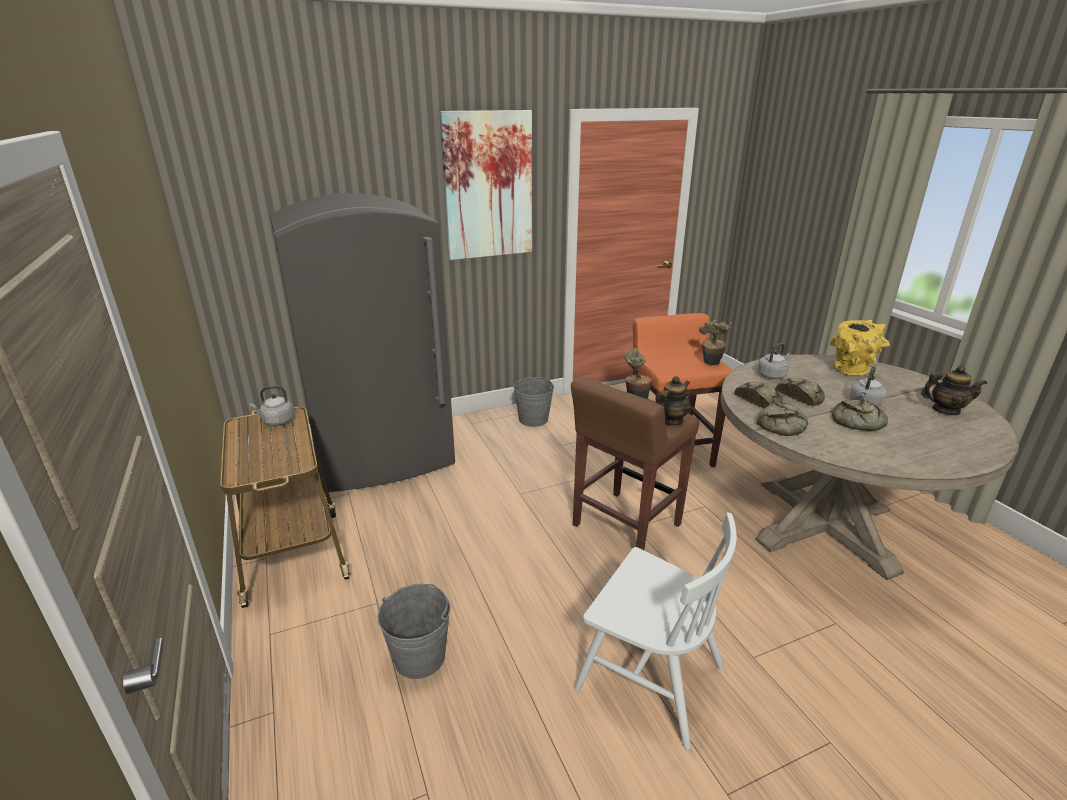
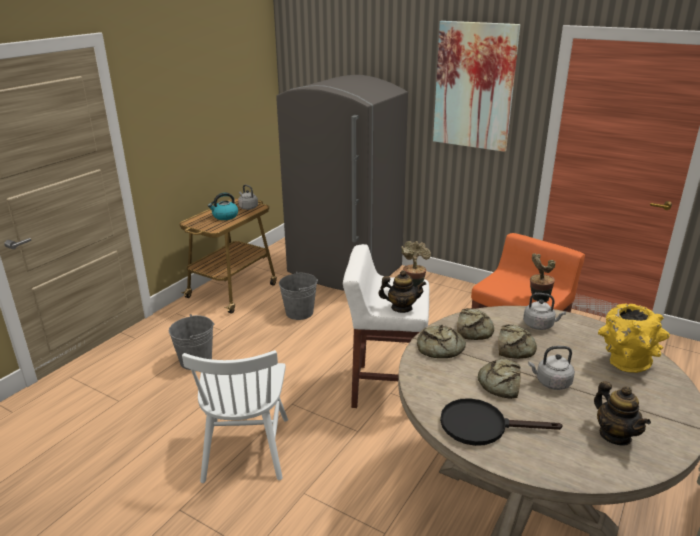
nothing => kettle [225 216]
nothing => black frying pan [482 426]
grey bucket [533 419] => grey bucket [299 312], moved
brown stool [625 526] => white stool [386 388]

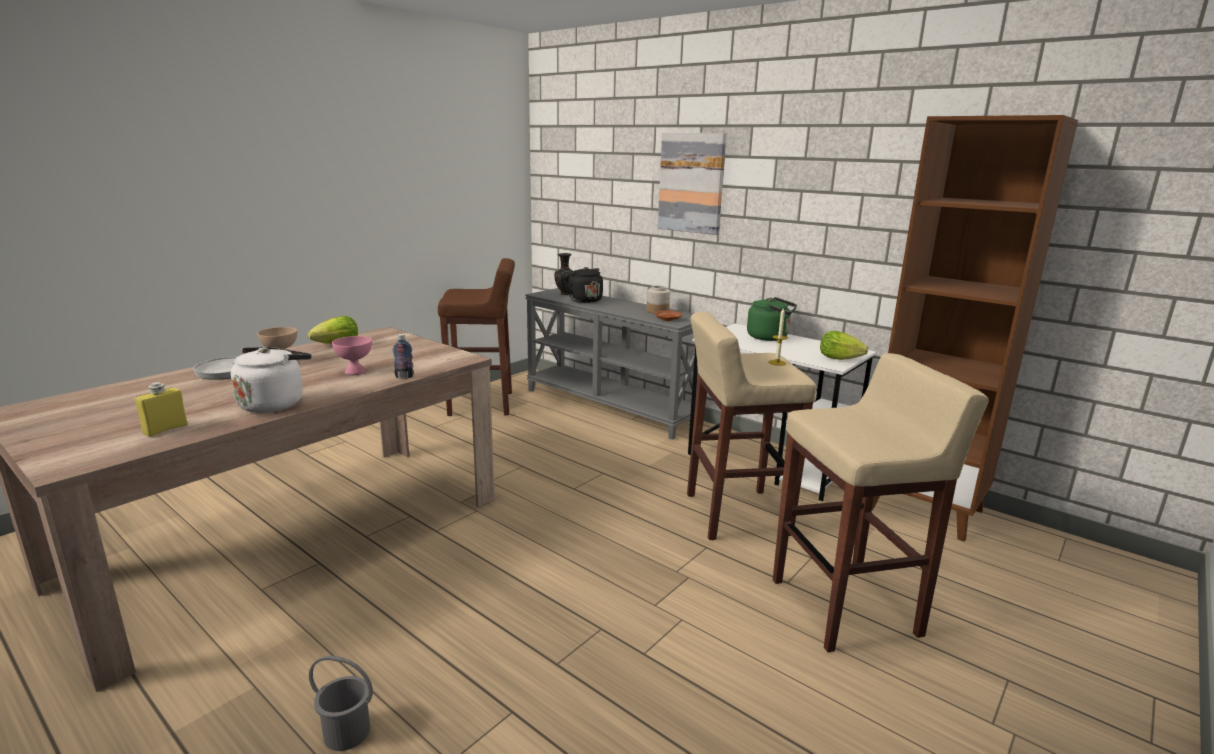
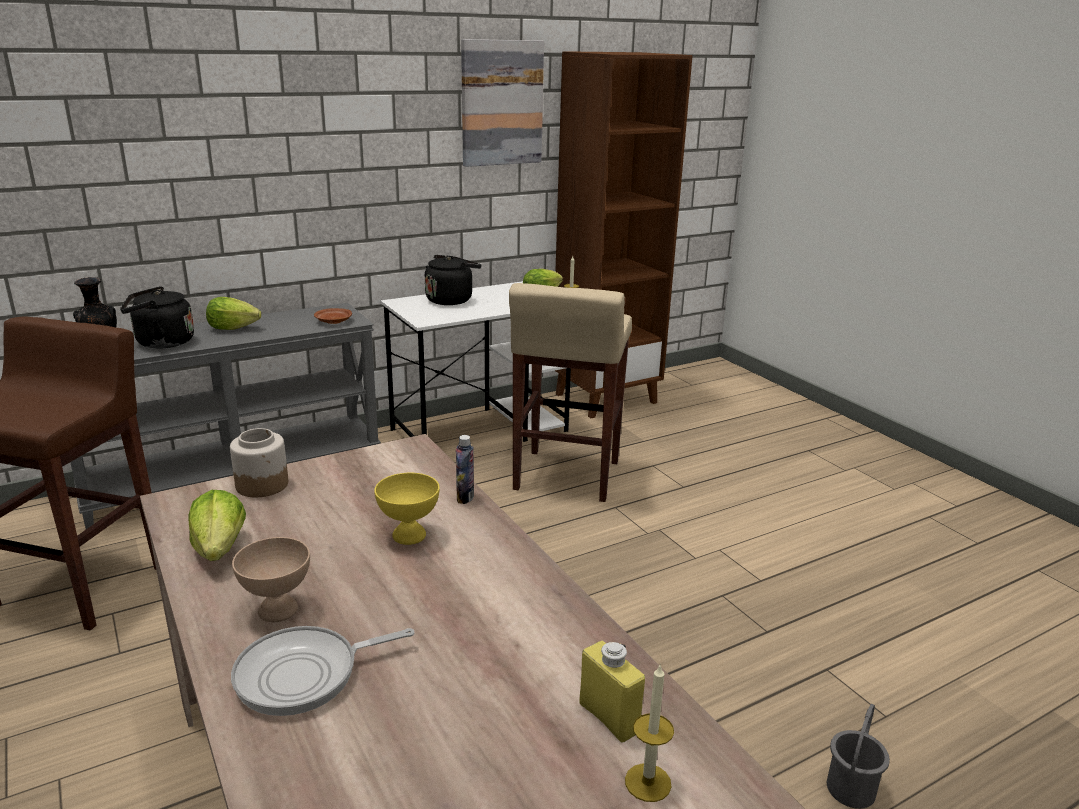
white kettle [274 403] => nothing
beige stool [846 607] => nothing
nothing => lettuce [232 328]
nothing => candle [648 782]
jar [658 311] => jar [262 484], moved
picture [691 183] => picture [501 103], moved
pink bowl [355 371] => yellow bowl [408 535]
green kettle [770 337] => black kettle [451 300]

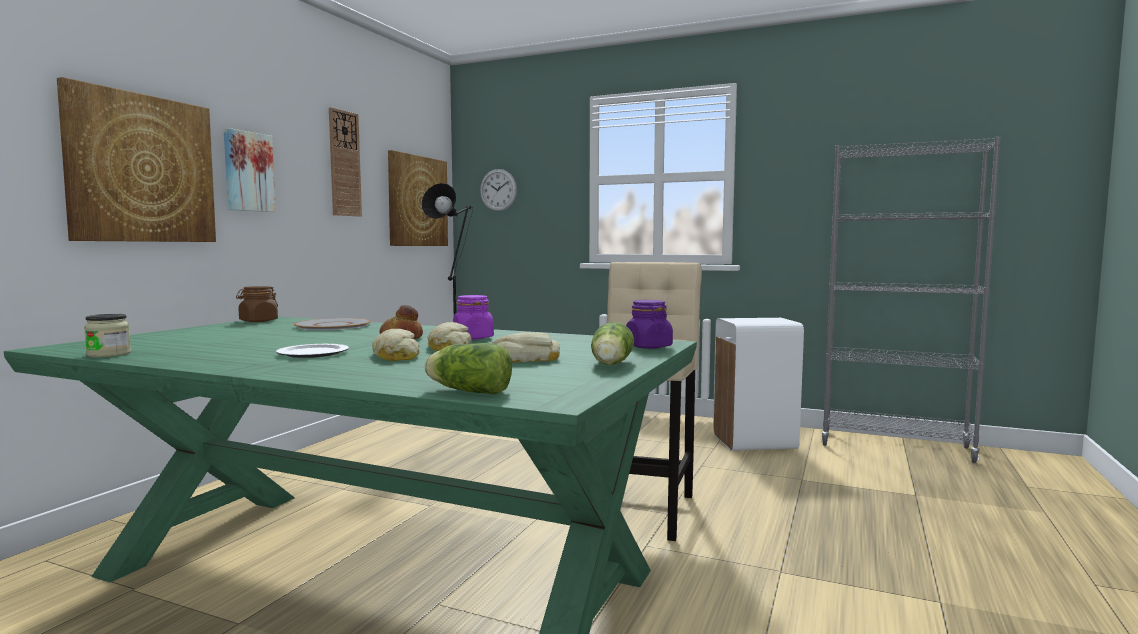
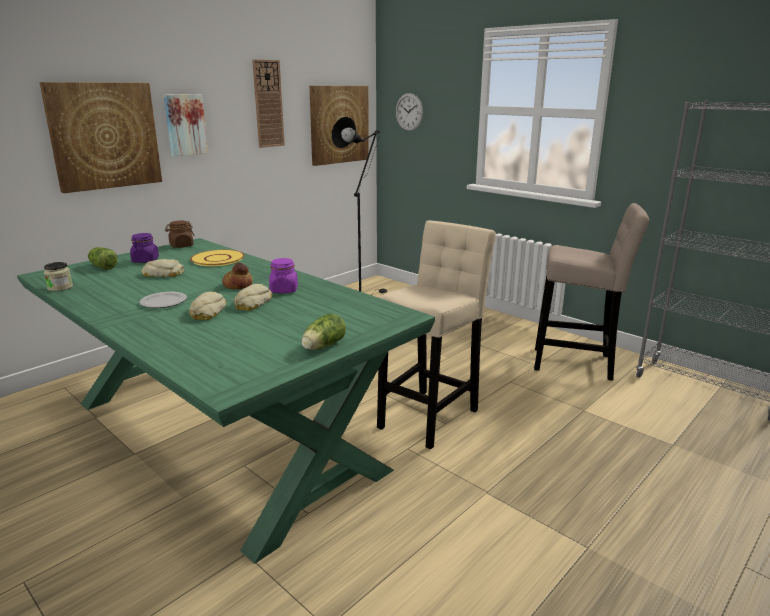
lettuce [467 391] => lettuce [102 267], moved
bread [523 359] => bread [163 273], moved
purple jar [648 346] => purple jar [145 260], moved
white trash can [755 442] => beige stool [577 364]
grey plate [332 326] => yellow plate [217 259]

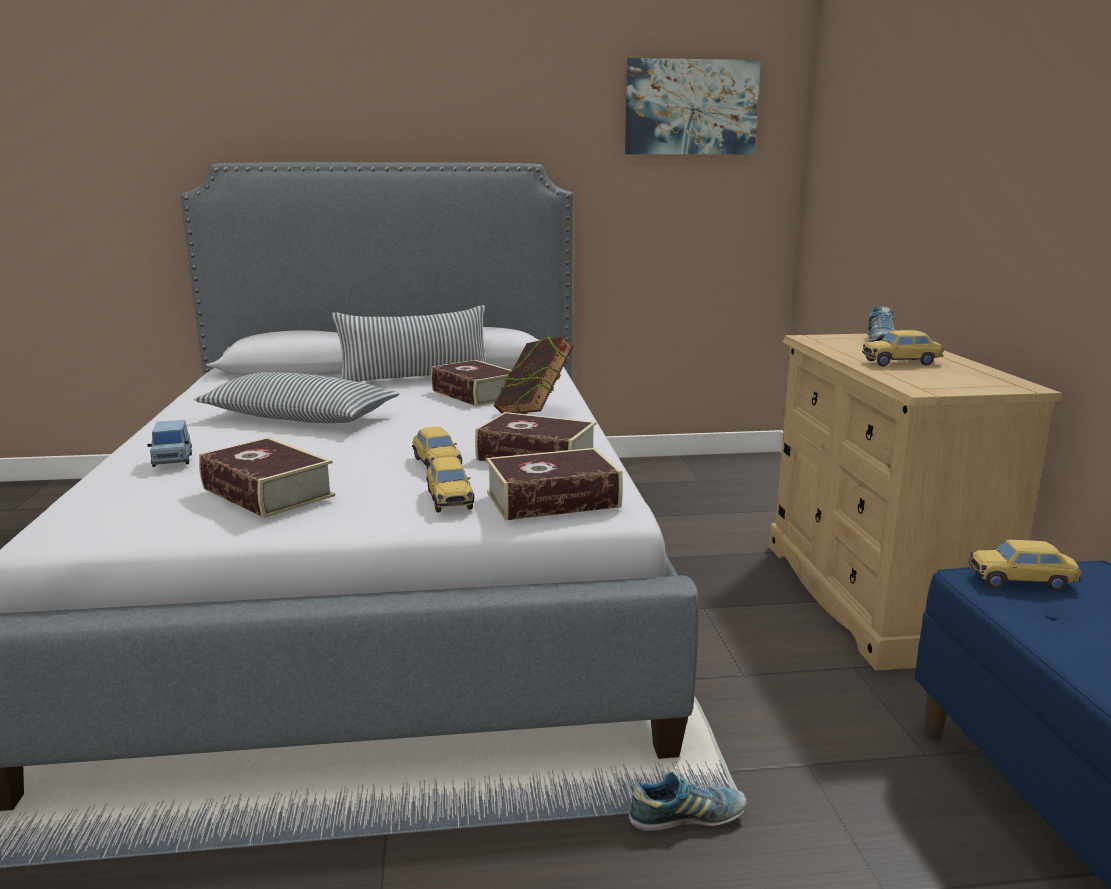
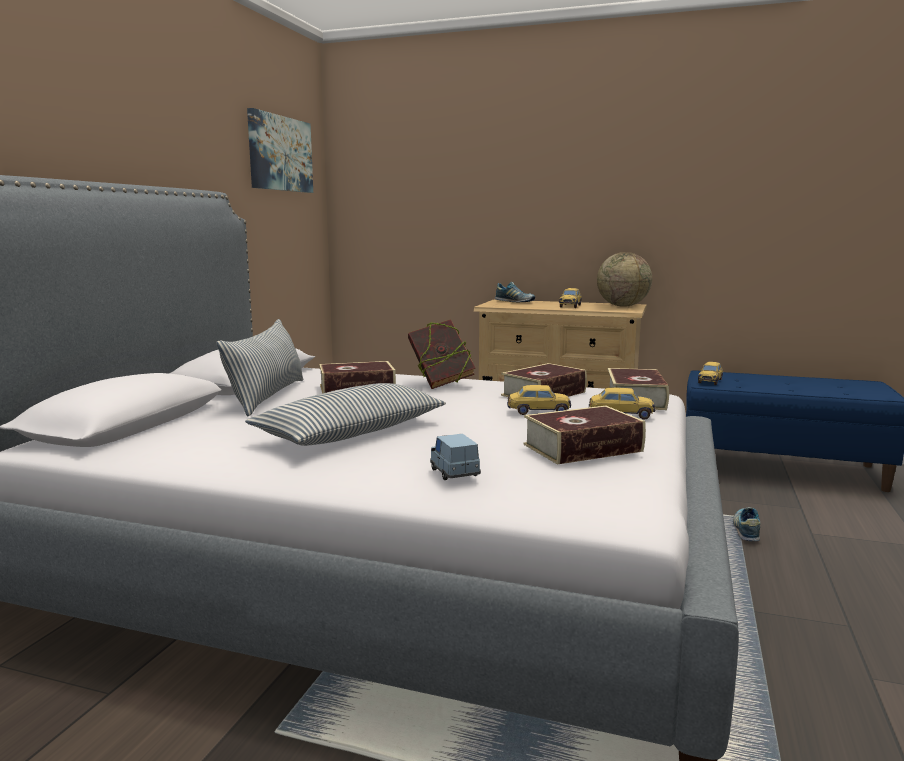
nothing => globe [622 306]
blue toy car [172 460] => blue toy car [454 473], 120 degrees counterclockwise

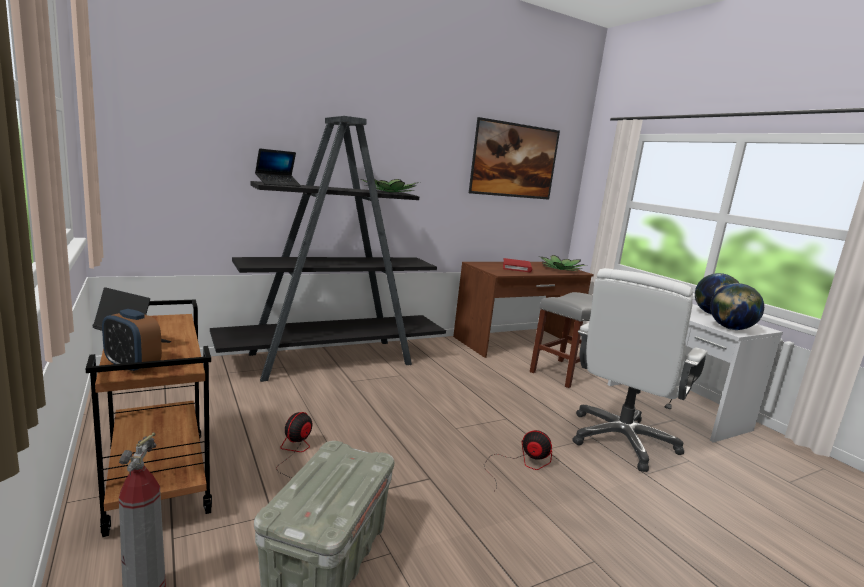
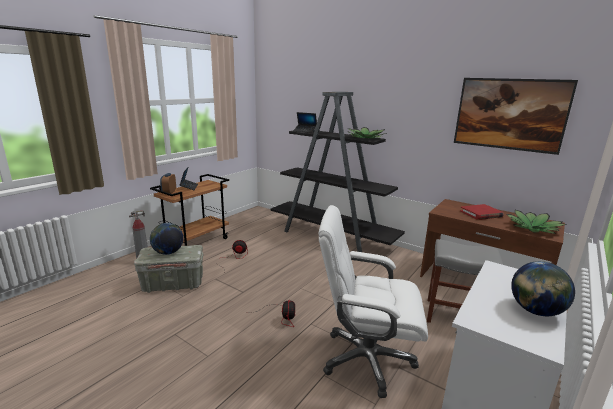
globe [730 328] => globe [168 253], moved

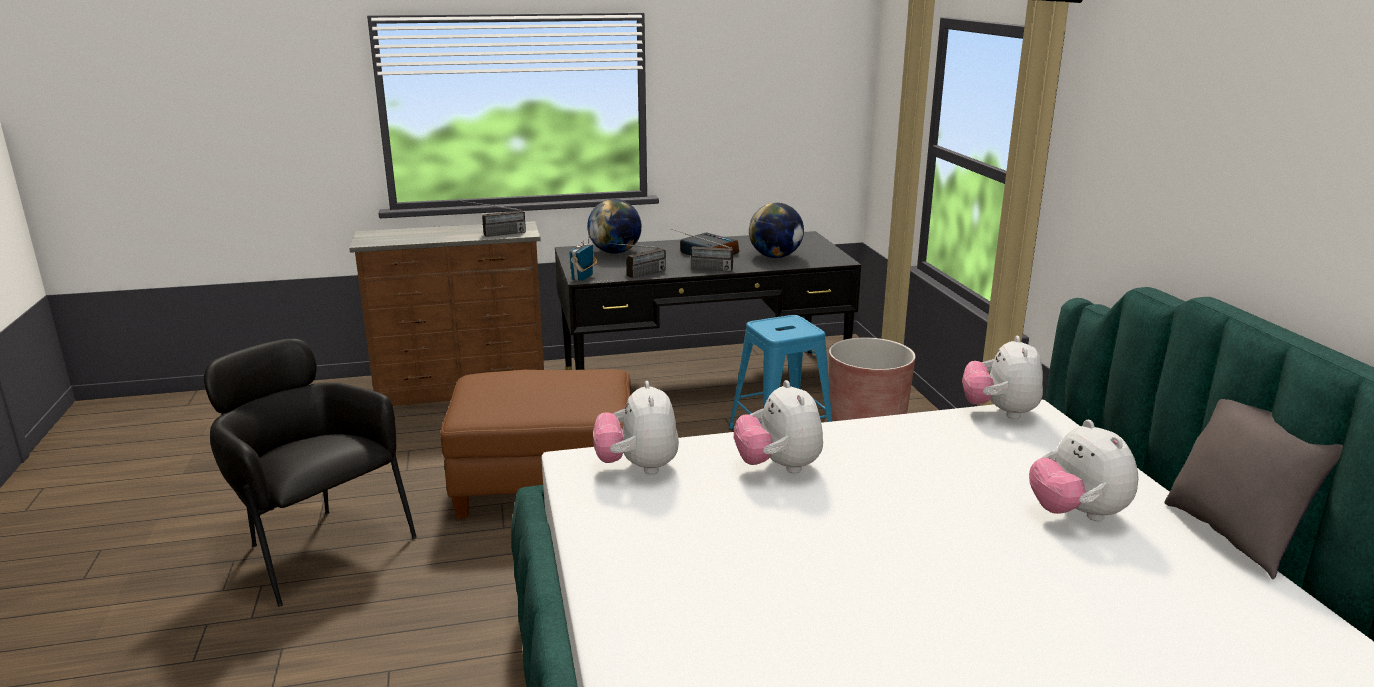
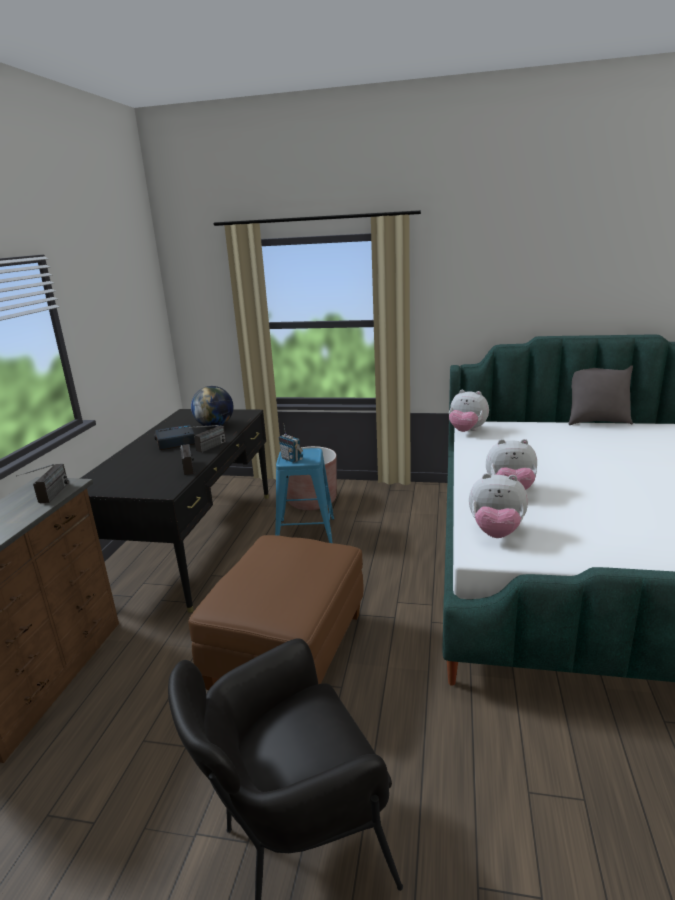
globe [615 252] => nothing
plush toy [1076 514] => nothing
radio [583 277] => radio [291 459], moved

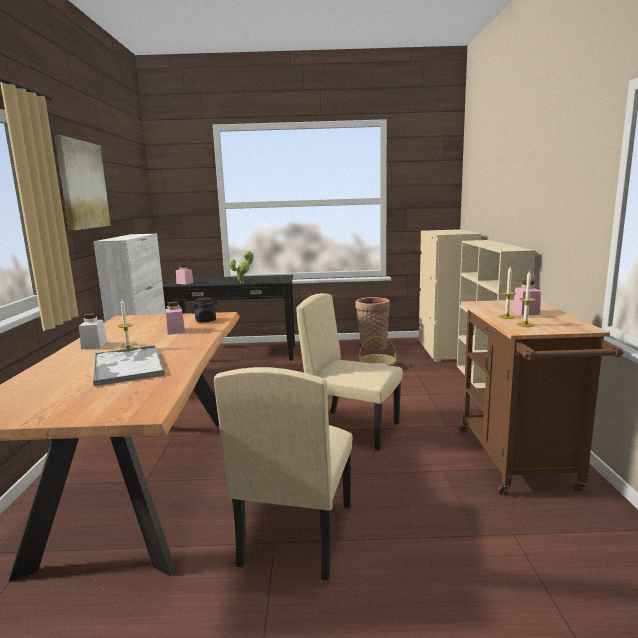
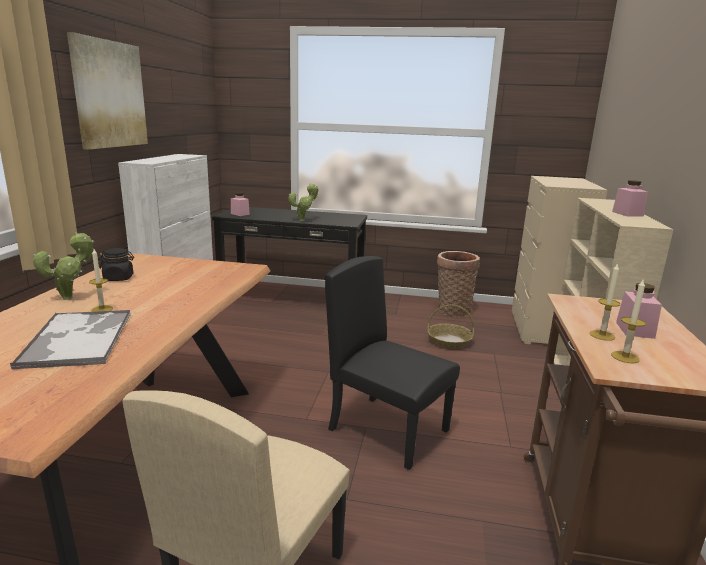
pink jar [176 331] => pink jar [627 214], moved
black jar [205 320] => black jar [119 278], moved
white jar [94 345] => potted plant [71 297]
beige chair [353 429] => black chair [389 429]

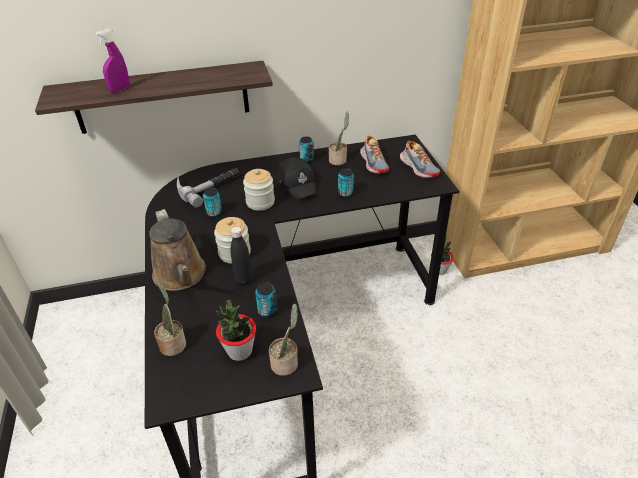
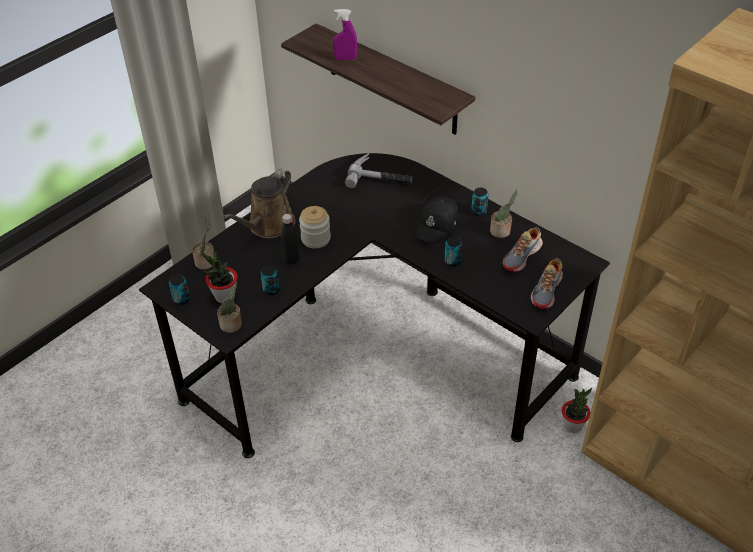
jar [260 202] => nothing
can [214 213] => can [181 299], moved

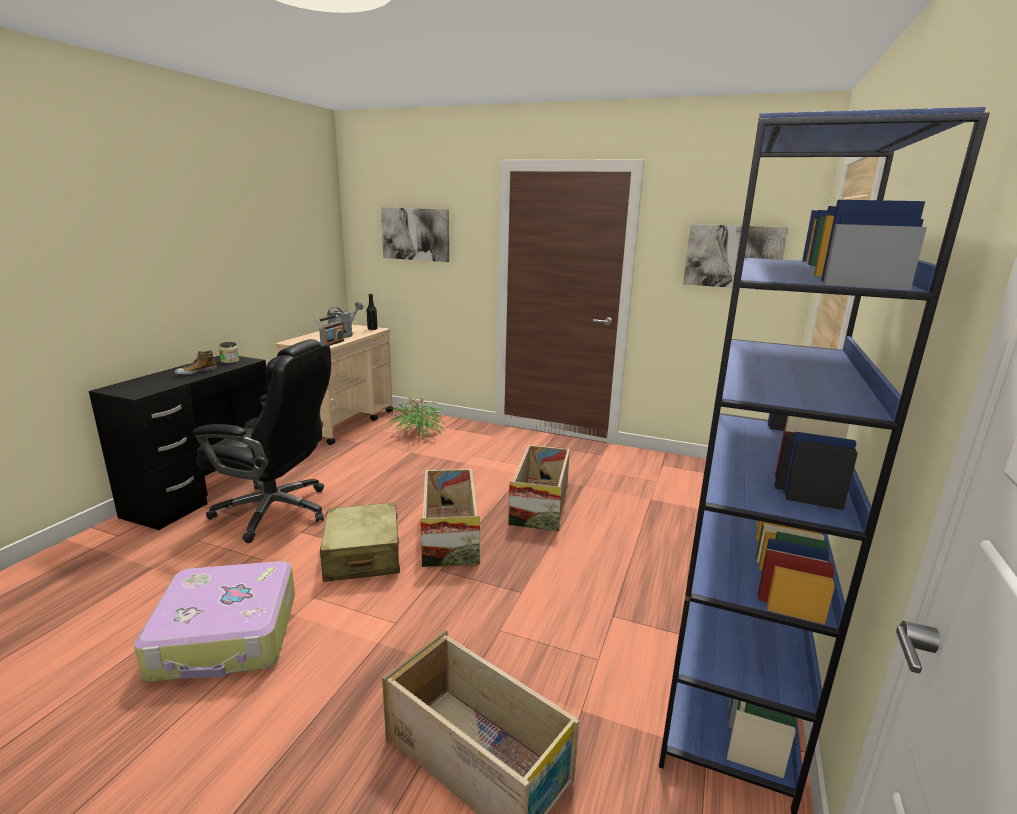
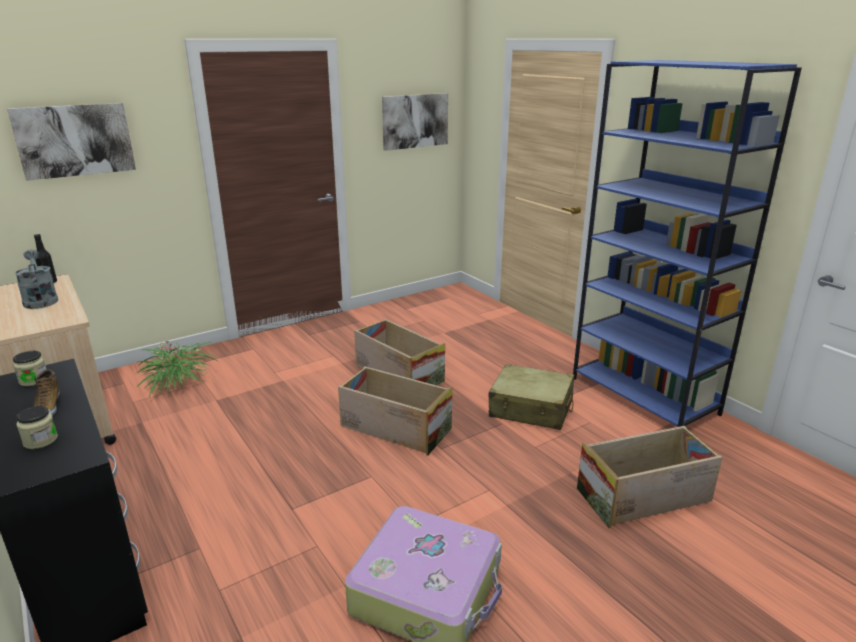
black office chair [276 511] => nothing
radio [332 343] => nothing
nothing => jar [40 440]
beige suitcase [362 555] => beige suitcase [531 409], moved

